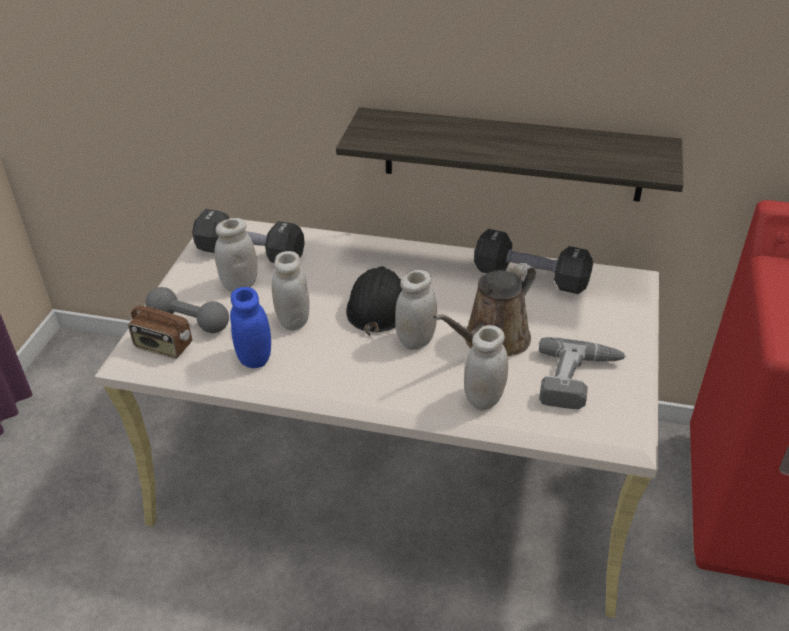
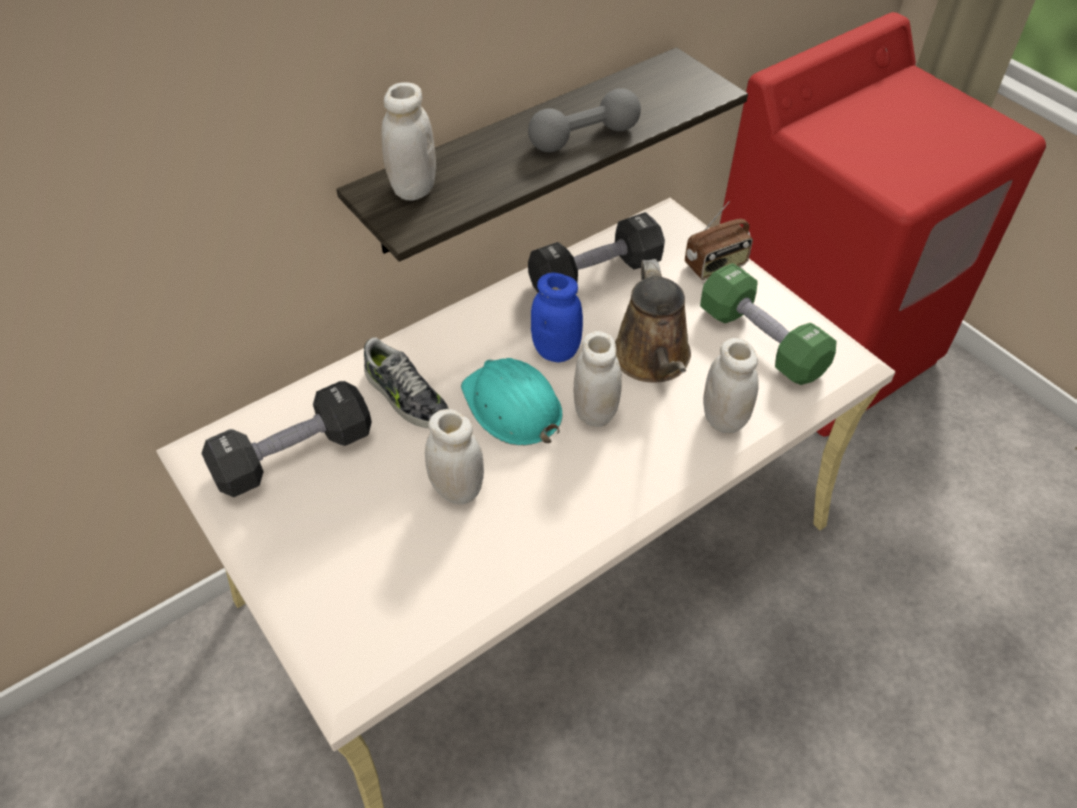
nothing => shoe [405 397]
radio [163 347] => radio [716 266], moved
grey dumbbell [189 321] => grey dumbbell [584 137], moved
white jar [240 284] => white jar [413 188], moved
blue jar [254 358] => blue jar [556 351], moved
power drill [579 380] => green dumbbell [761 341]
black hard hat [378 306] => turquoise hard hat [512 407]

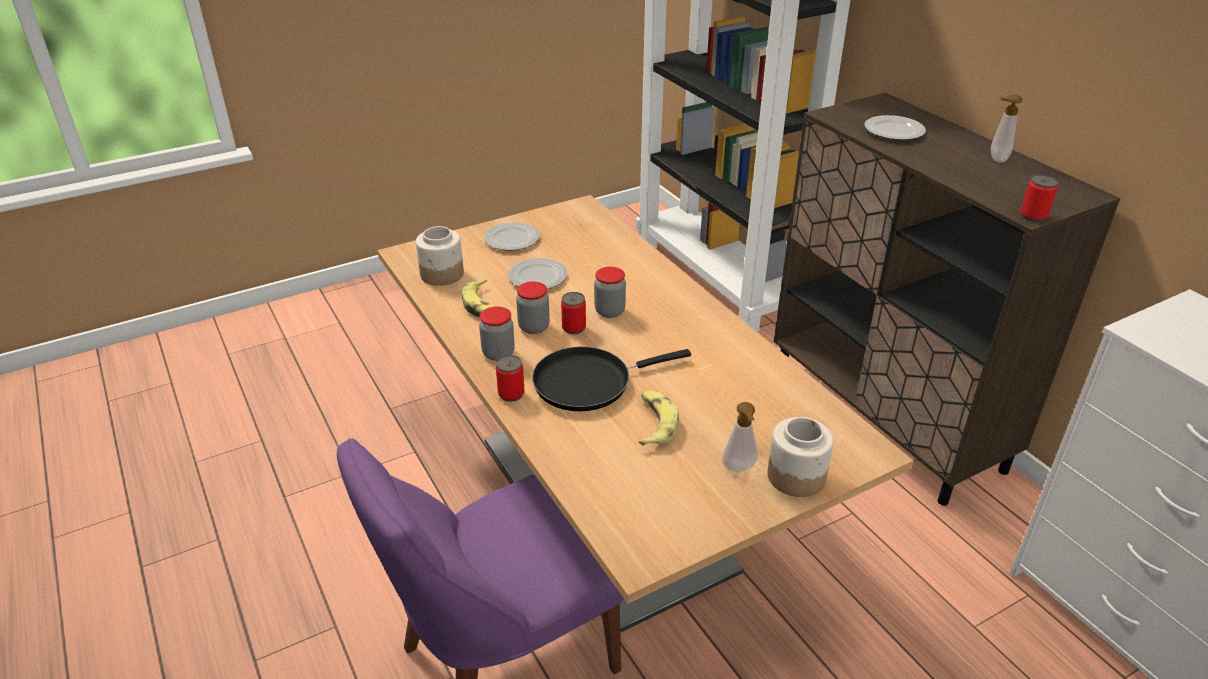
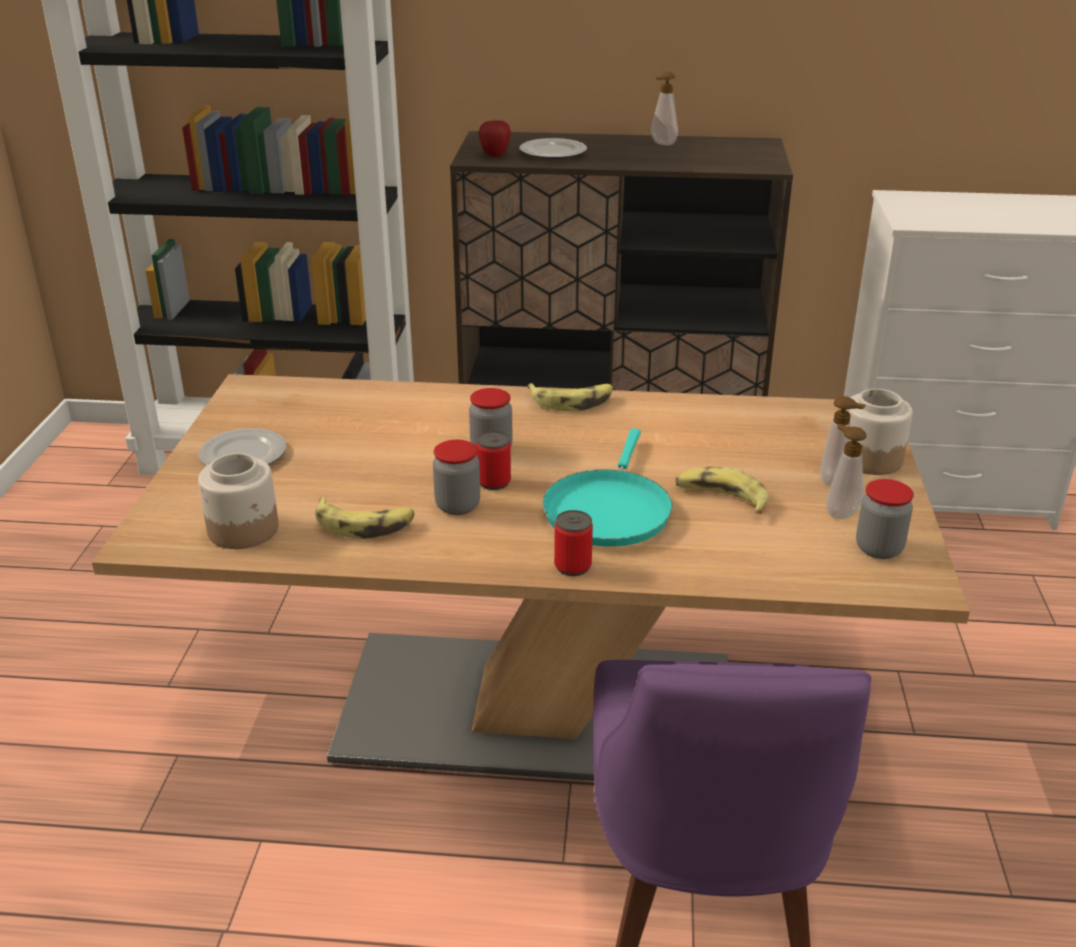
plate [538 278] => nothing
can [1033 216] => nothing
nothing => apple [495 155]
nothing => banana [572 401]
nothing => soap dispenser [839 513]
jar [498 353] => jar [879 549], moved
black frying pan [588 382] => turquoise frying pan [608 510]

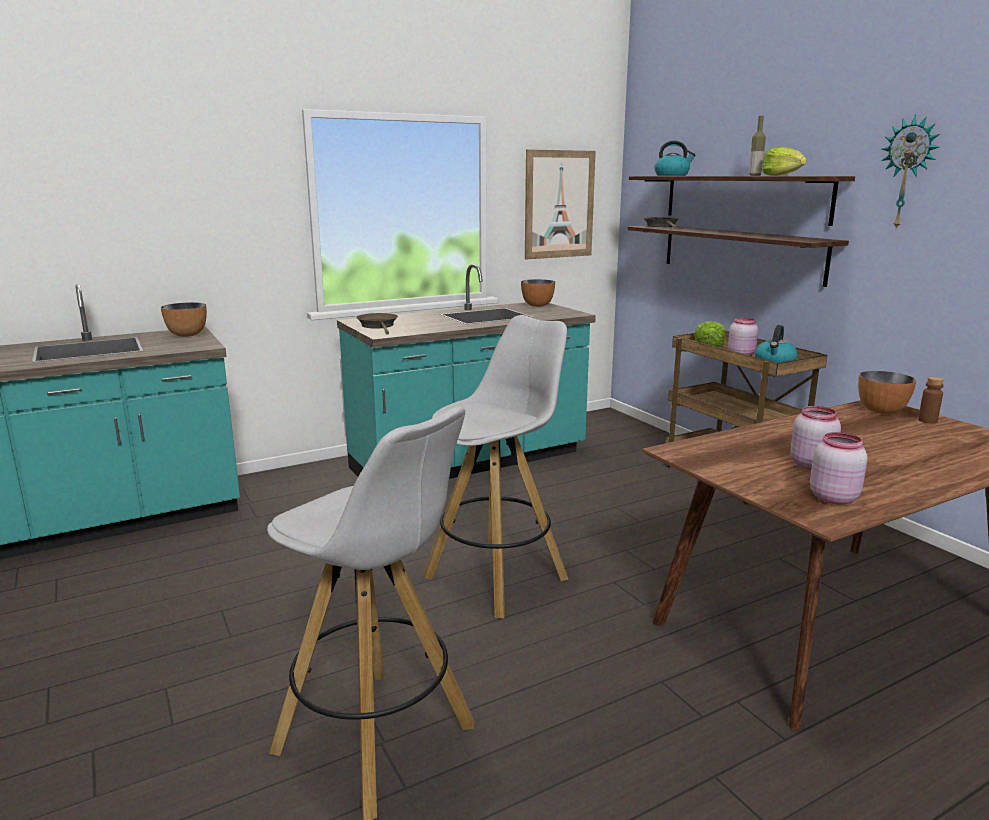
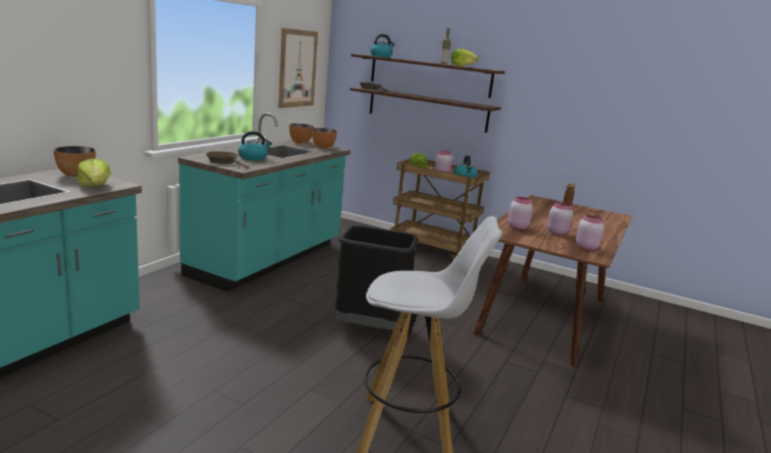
wall clock [908 173] => nothing
nothing => lettuce [94 186]
nothing => kettle [253 158]
nothing => pink jar [517 227]
bowl [881 411] => bowl [323 147], moved
white stool [497 577] => black trash can [370 328]

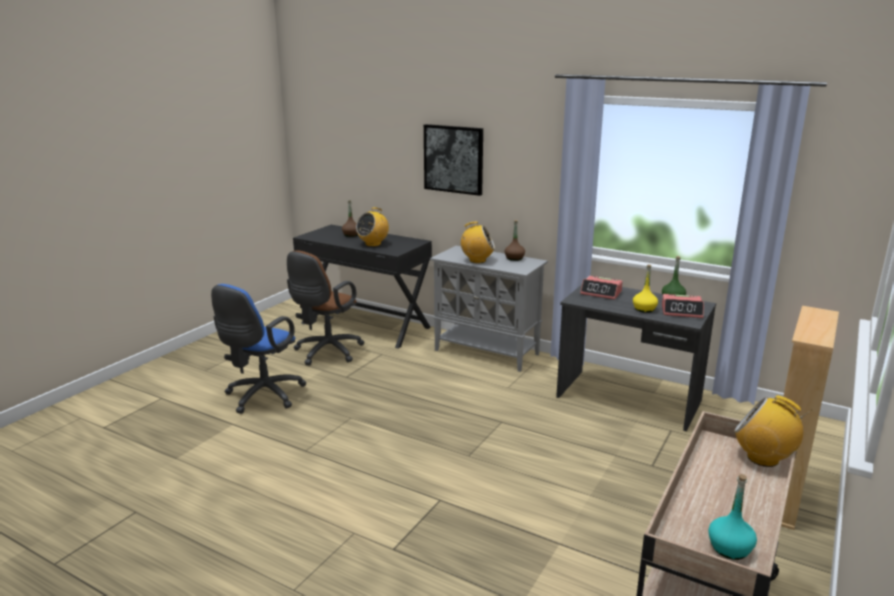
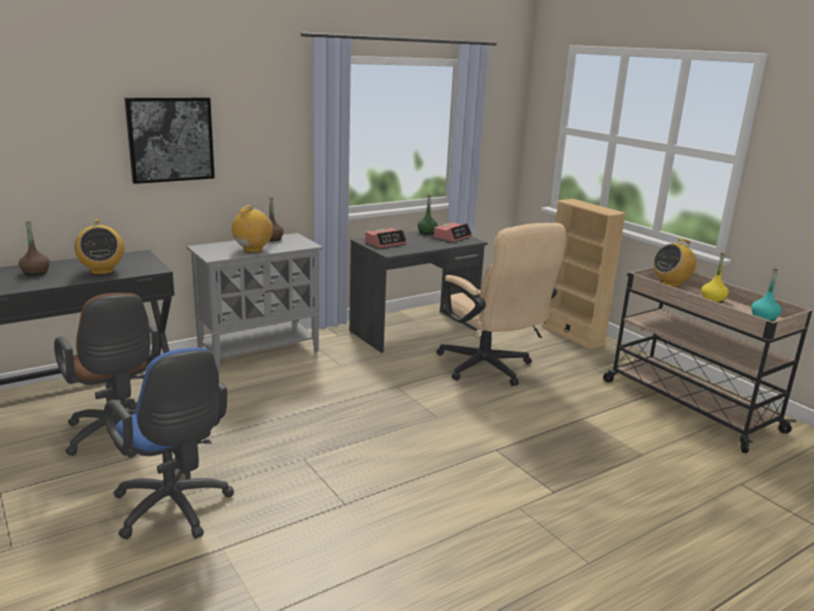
nothing => beige office chair [490 369]
yellow bottle [644 309] => yellow bottle [713 299], moved

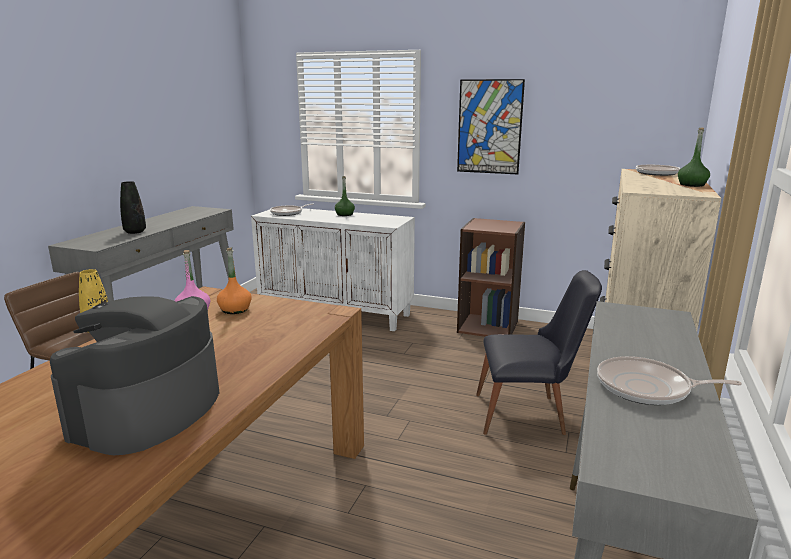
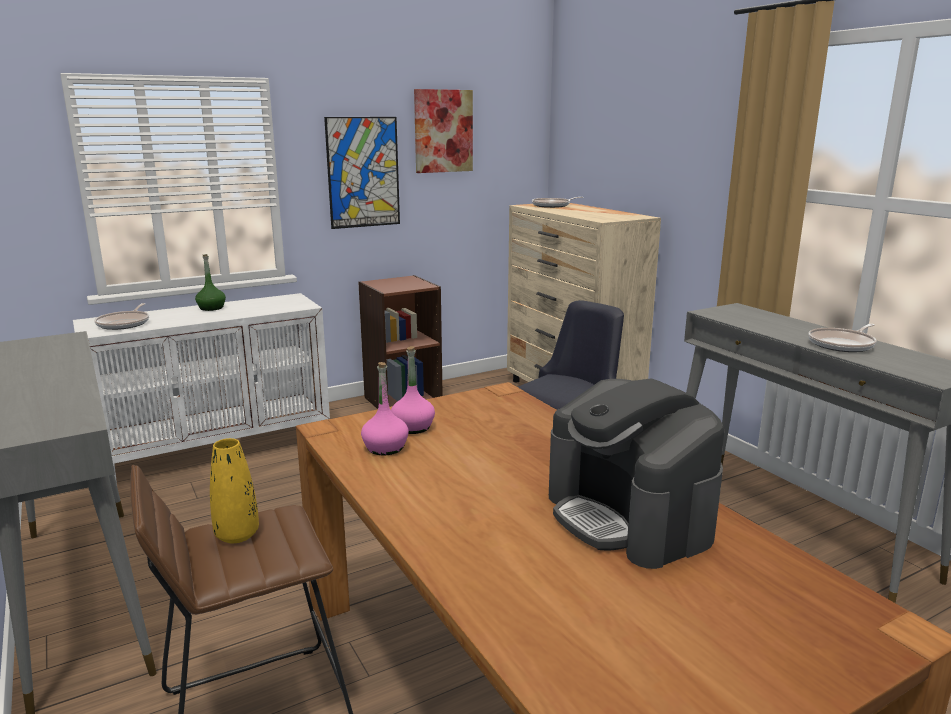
black vase [135 232] => nothing
green bottle [692 185] => nothing
nothing => picture [443 131]
orange bottle [235 309] => pink bottle [413 427]

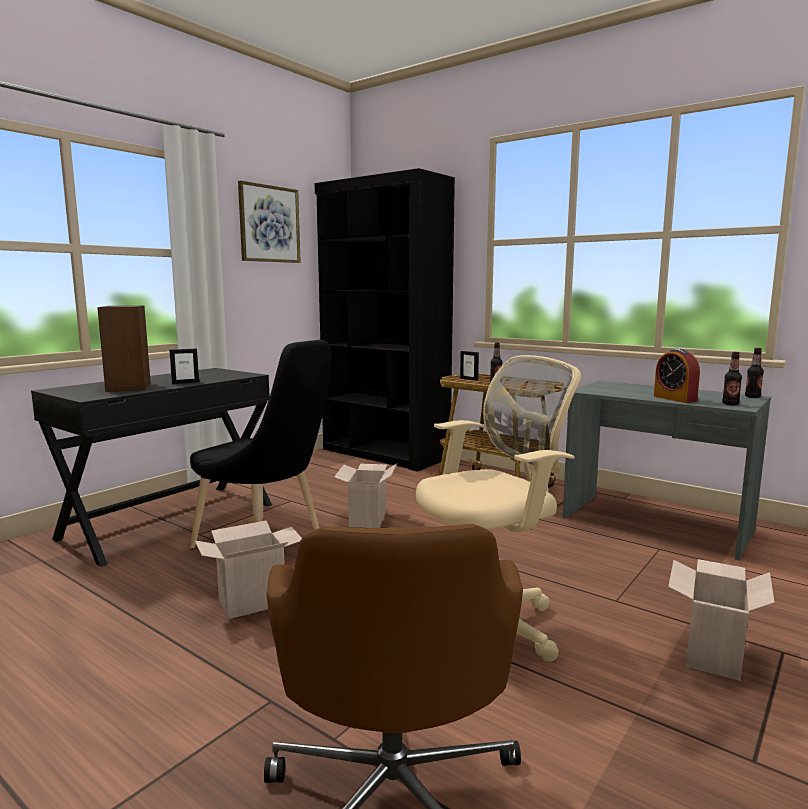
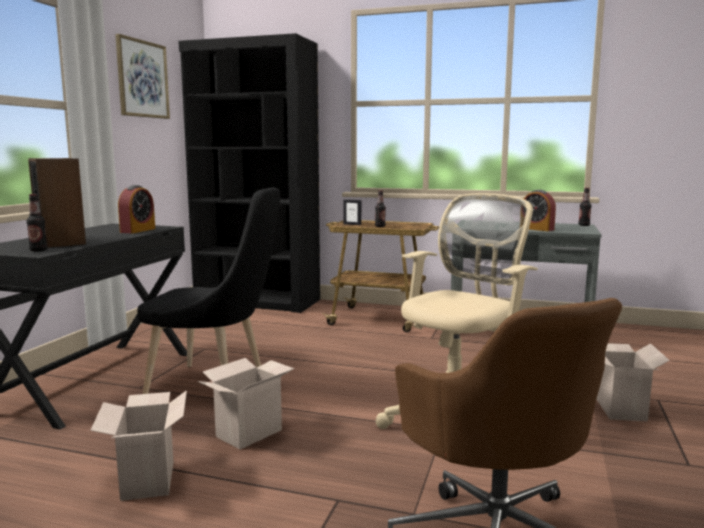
picture frame [185 383] => nothing
nothing => alarm clock [138 230]
cardboard box [366 519] => cardboard box [146 479], moved
bottle [730 404] => bottle [38 250], moved

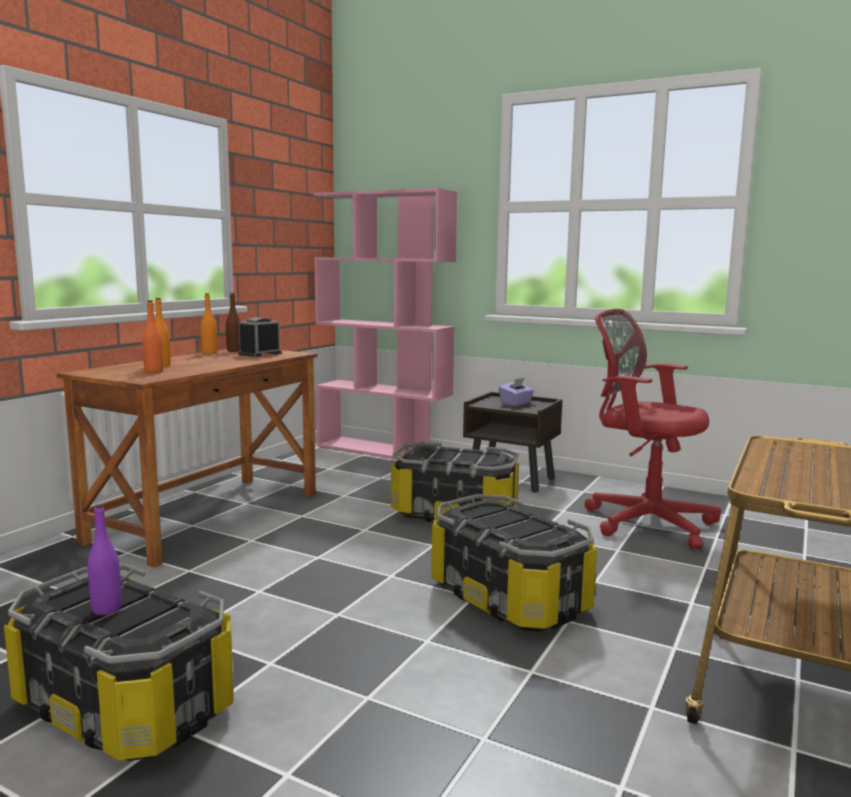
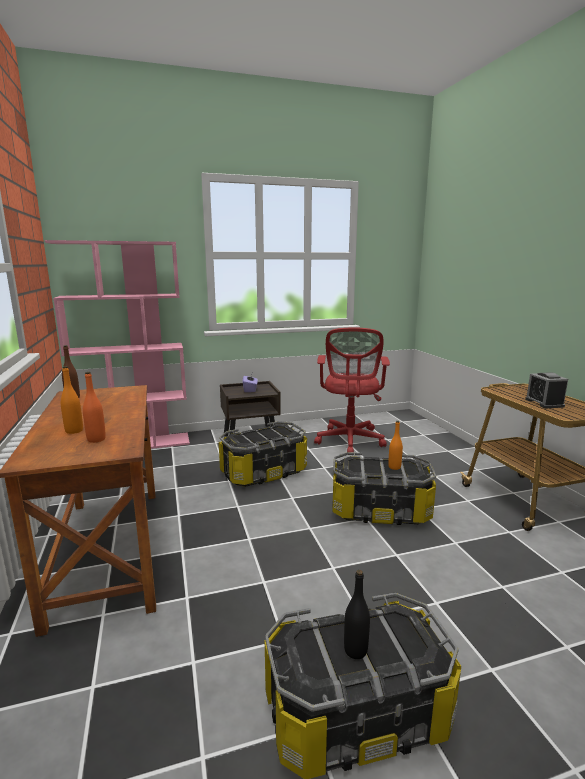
orange bottle [209 352] => orange bottle [394 467], moved
alarm clock [260 354] => alarm clock [544 403], moved
purple bottle [106 609] => black bottle [355 650]
red office chair [644 522] => red office chair [349 441], 75 degrees counterclockwise

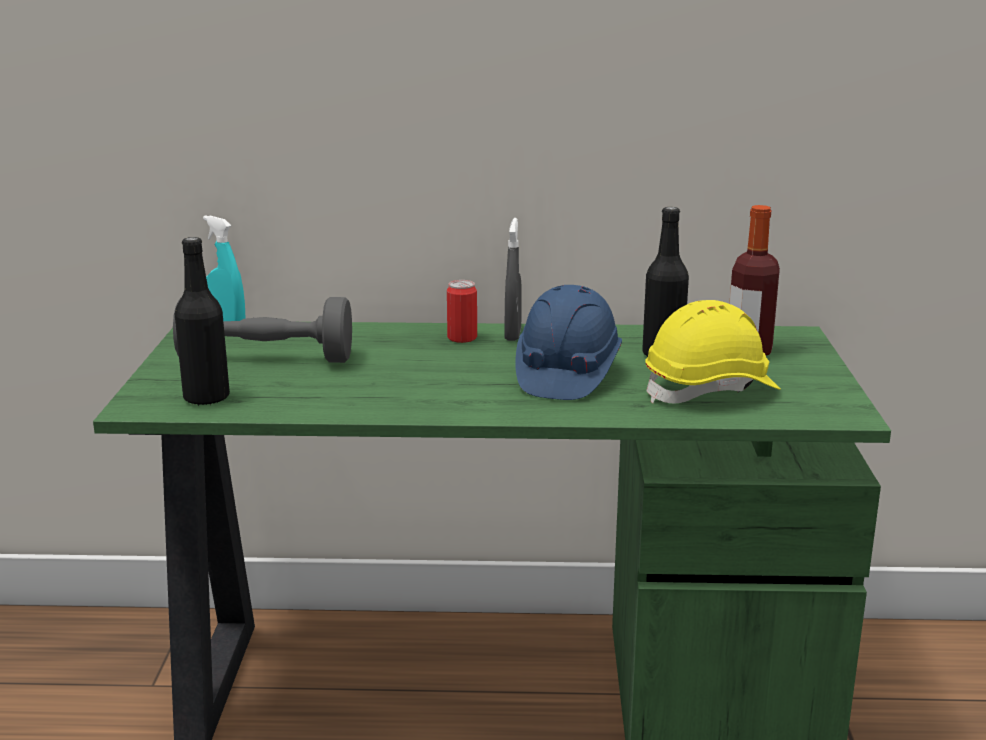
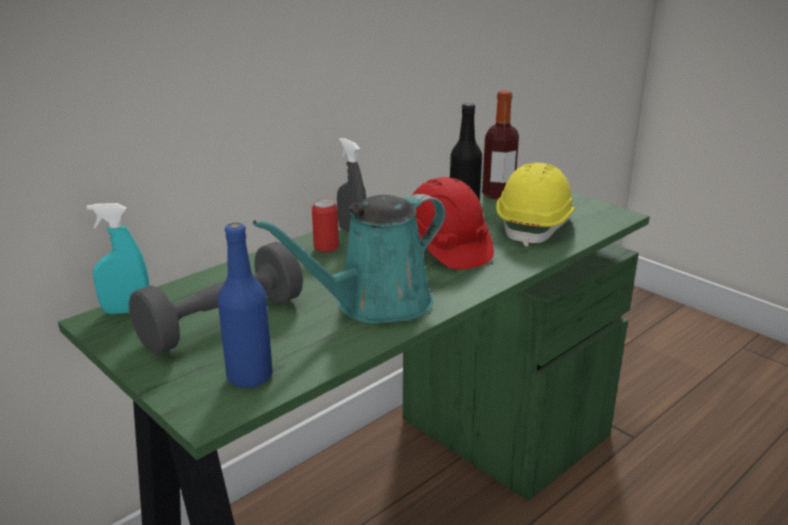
nothing => turquoise watering can [375 305]
black bottle [206 398] => blue bottle [250 376]
blue hard hat [566 375] => red hard hat [446 248]

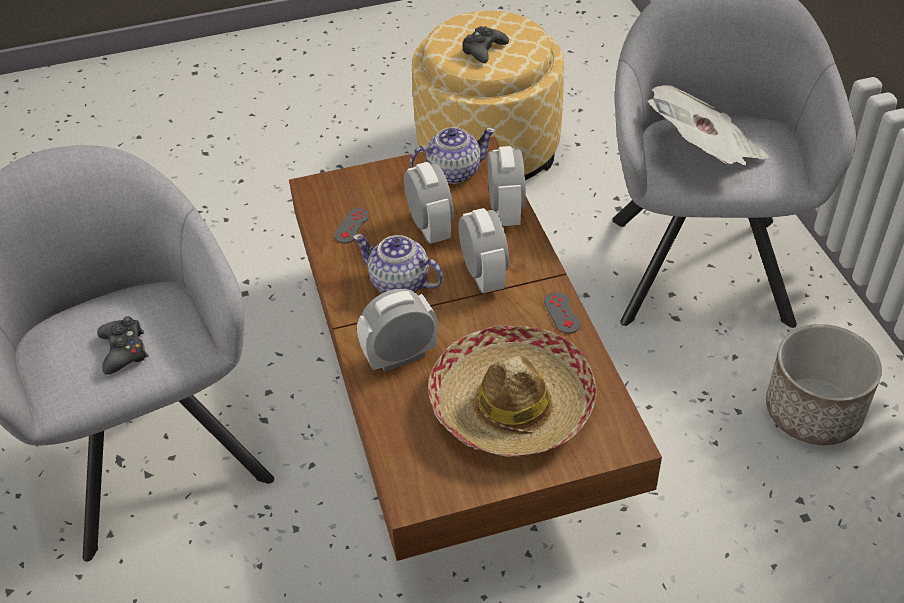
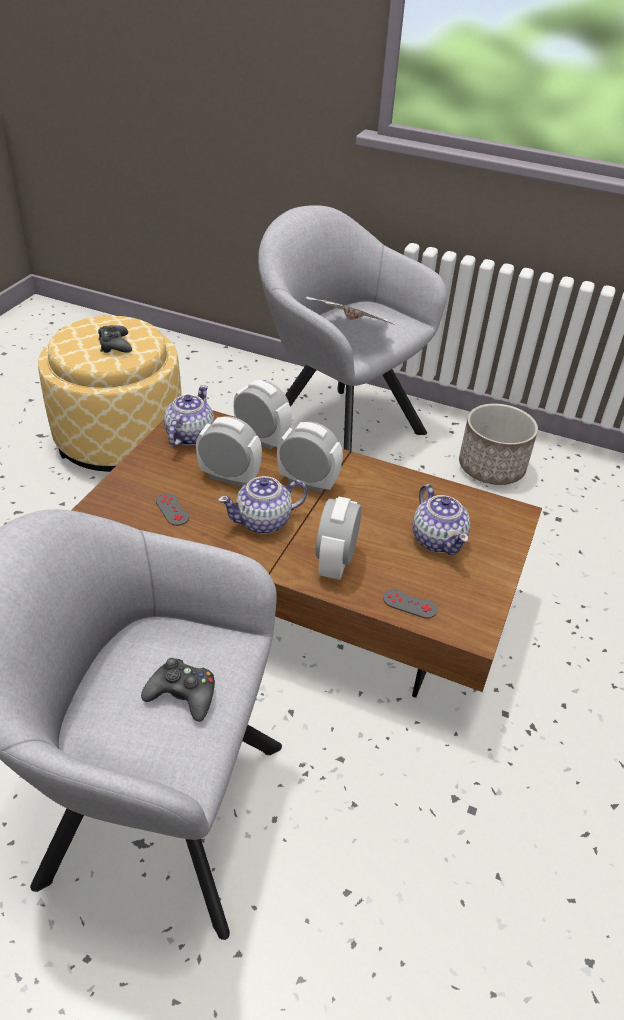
grey game controller [562 313] => grey game controller [410 604], moved
hat [511 405] => teapot [438 539]

